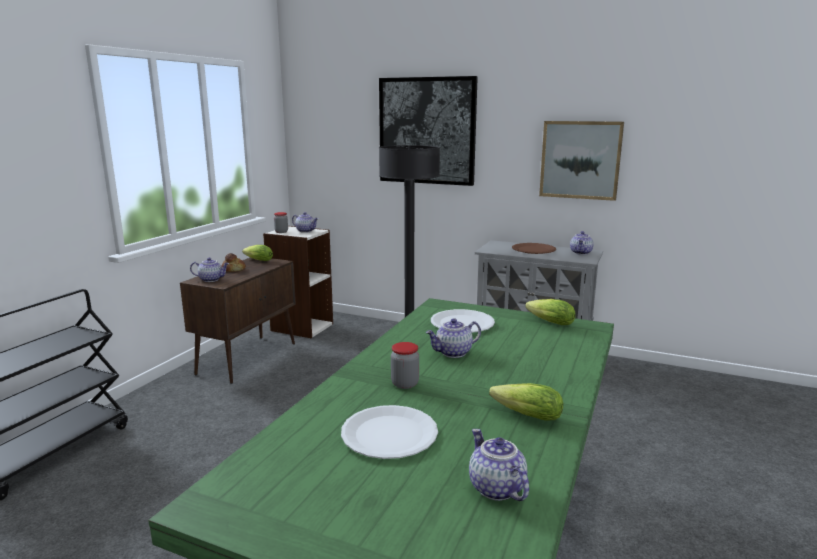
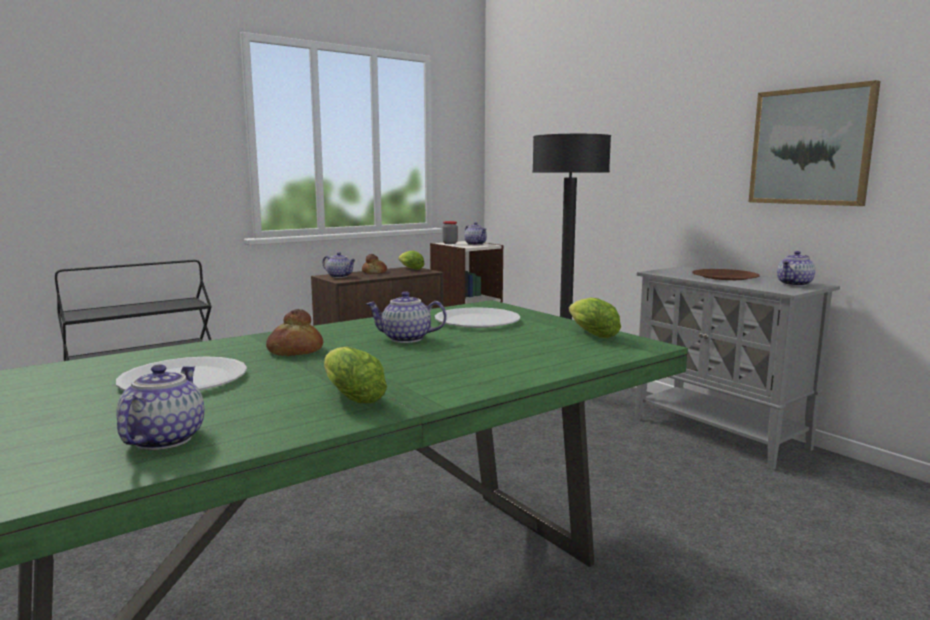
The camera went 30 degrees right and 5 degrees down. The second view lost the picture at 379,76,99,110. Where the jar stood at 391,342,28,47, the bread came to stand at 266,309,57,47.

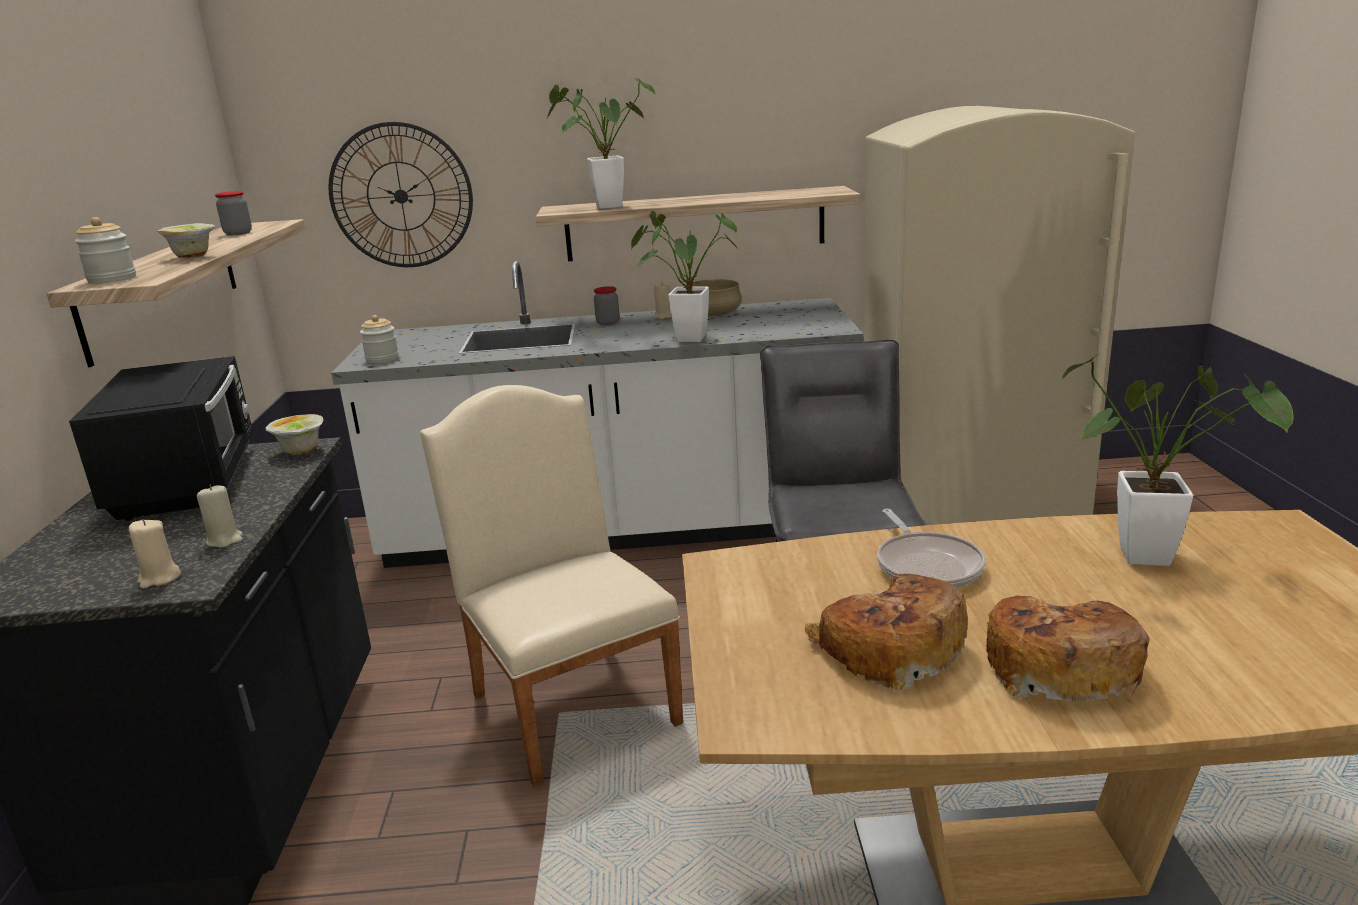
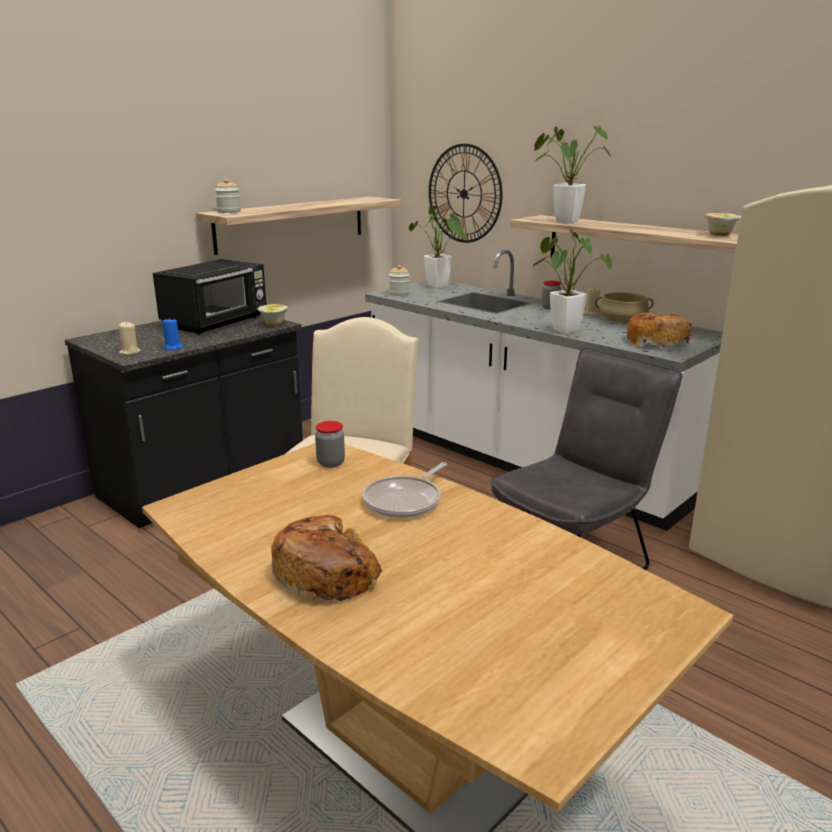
The camera went 45 degrees right and 0 degrees up. The bowl ended up elsewhere, having gone from 157,223,58,35 to 704,213,37,23. The jar ended up elsewhere, having gone from 215,191,37,45 to 315,421,30,47. The bread ended up elsewhere, having gone from 805,574,163,117 to 627,313,65,34. The potted plant ended up elsewhere, having gone from 1063,354,231,212 to 409,206,58,82. What was the candle (beige) at 197,485,46,63 turned into the candle (blue) at 162,317,21,33.

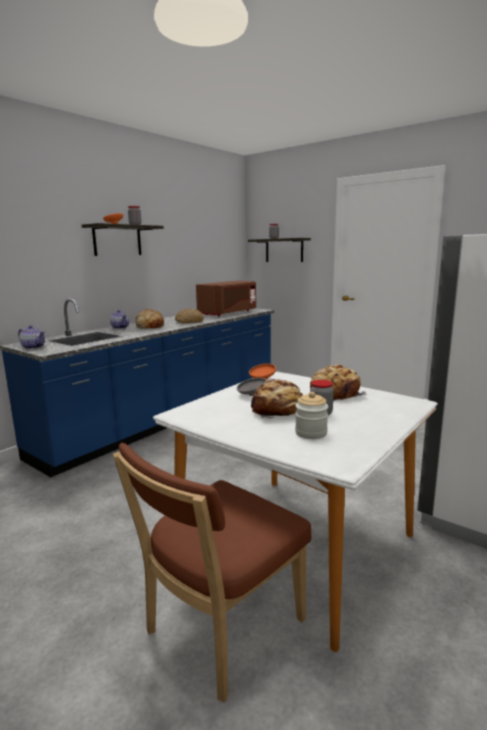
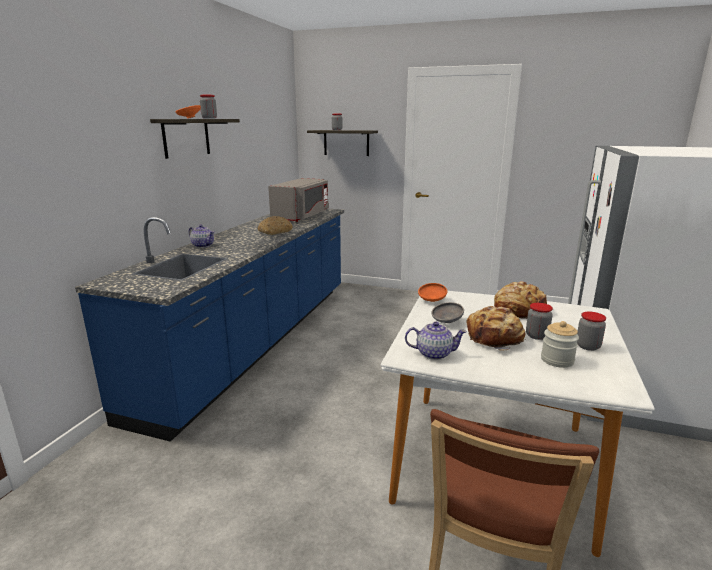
The camera went 20 degrees left and 5 degrees up. The second view lost the bread at 135,309,29,19. The second view gained the jar at 577,312,29,39. The teapot ended up elsewhere, having gone from 18,325,27,24 to 405,321,62,39. What was the microwave (brown) at 196,281,60,35 turned into the microwave (grey) at 268,178,61,44.

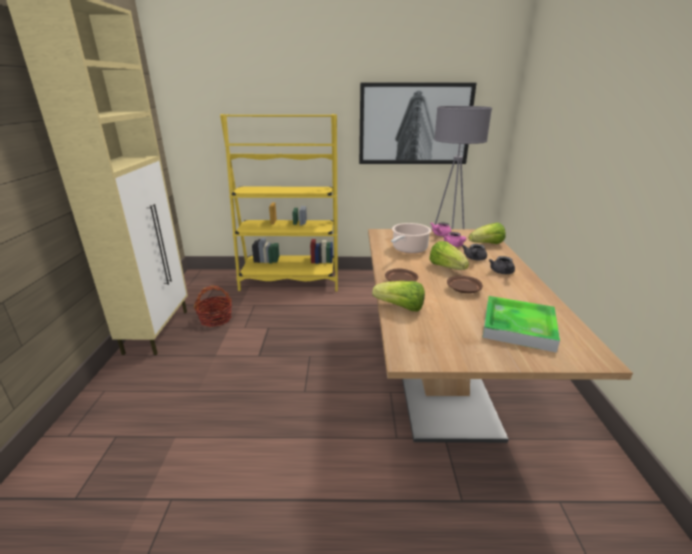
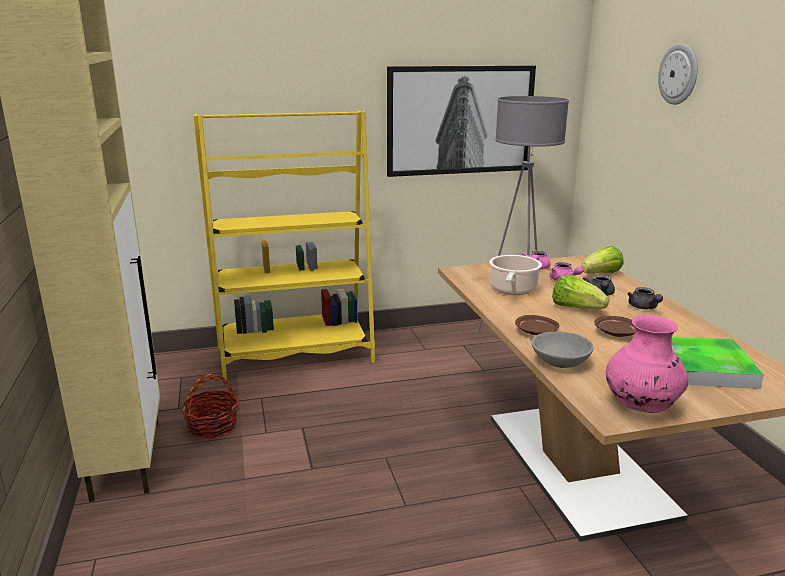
The camera went 15 degrees left and 5 degrees down. The second view gained the vase (pink) at 606,315,82,98. The second view gained the wall clock at 658,43,39,62. Where the lettuce stood at 372,281,53,31, the bowl (grey) came to stand at 532,331,61,37.

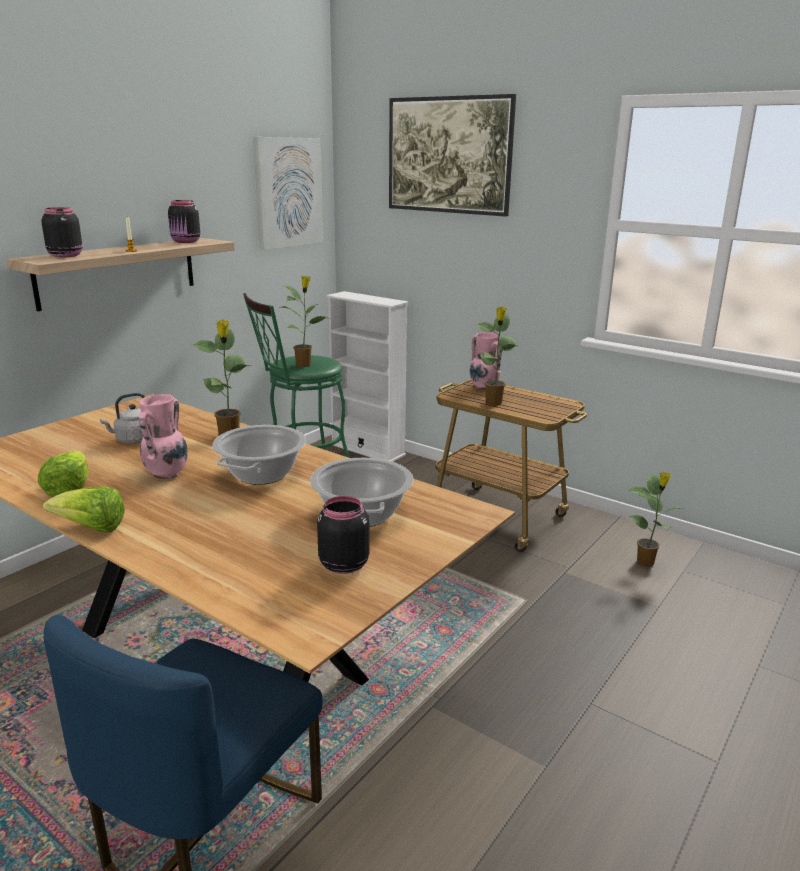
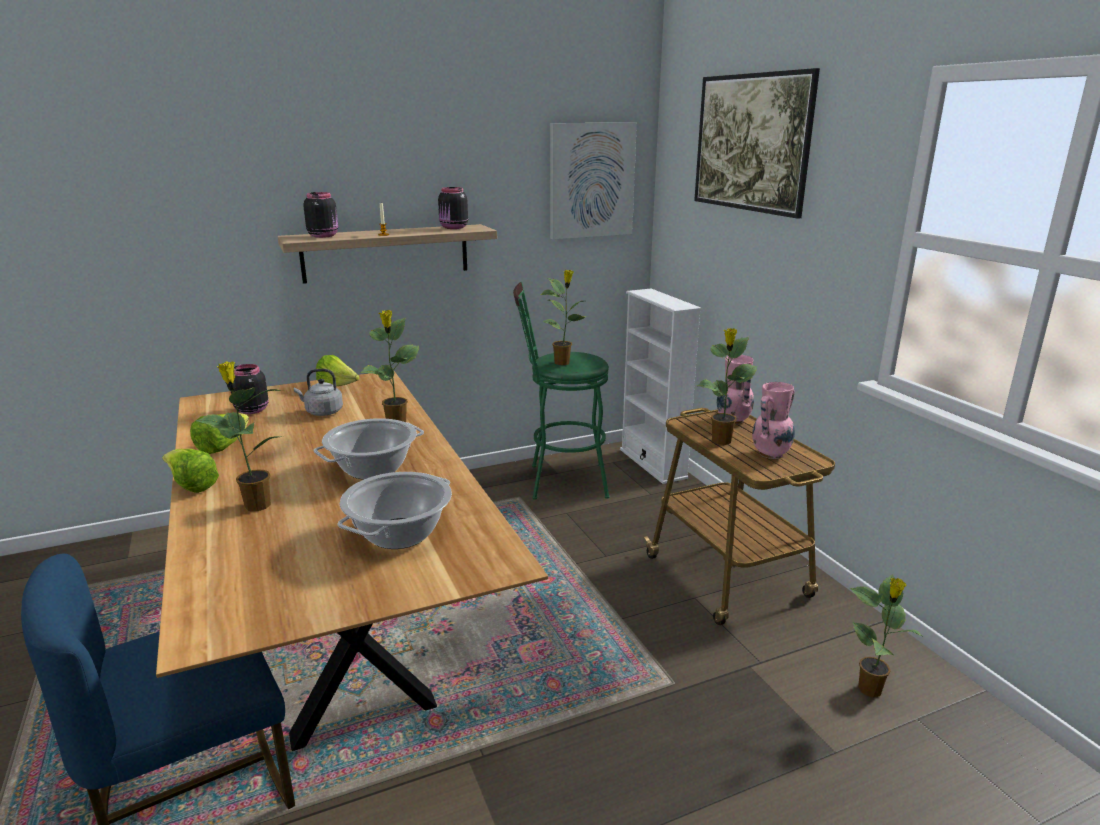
The camera went 30 degrees right and 0 degrees up. The second view gained the potted plant at 196,361,88,150. The second view gained the lettuce at 316,355,44,31. The vase (pink) ended up elsewhere, having gone from 138,394,50,86 to 752,382,43,77. The jar (black) ended up elsewhere, having gone from 317,496,53,78 to 231,364,38,50.

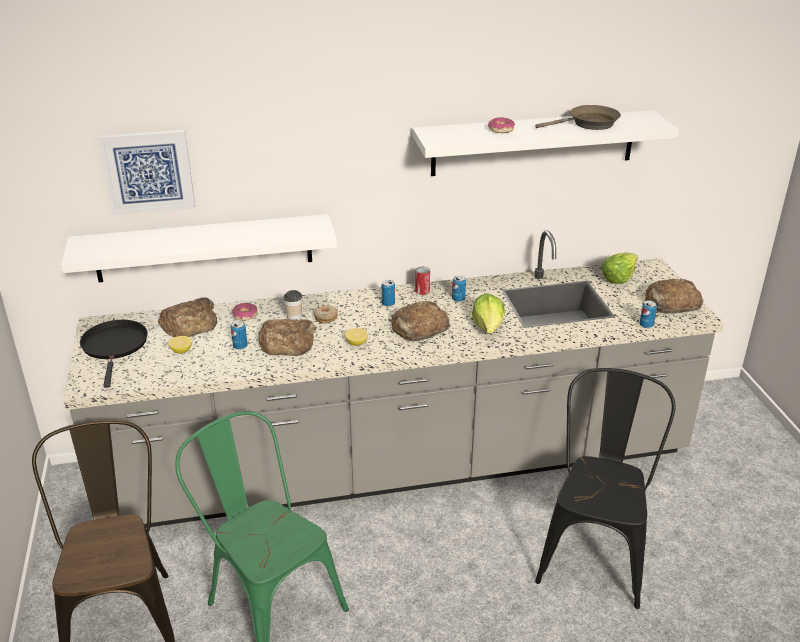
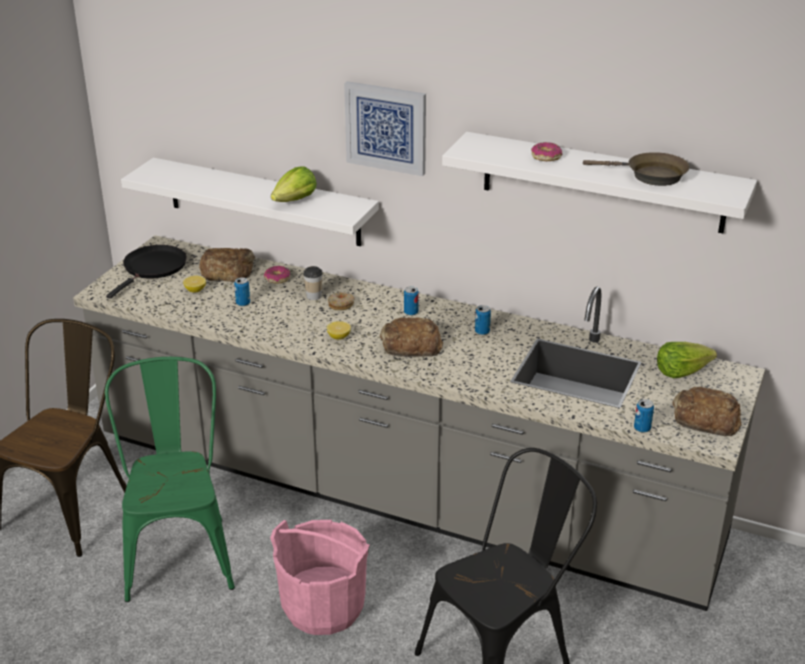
The camera went 35 degrees right and 0 degrees up. The second view lost the bread at 258,319,58,37. The second view lost the can at 415,267,15,28. The second view gained the bucket (pink) at 270,520,100,115. The picture ended up elsewhere, having gone from 98,130,97,85 to 344,81,82,95. The lettuce ended up elsewhere, having gone from 472,293,33,40 to 271,166,46,36.

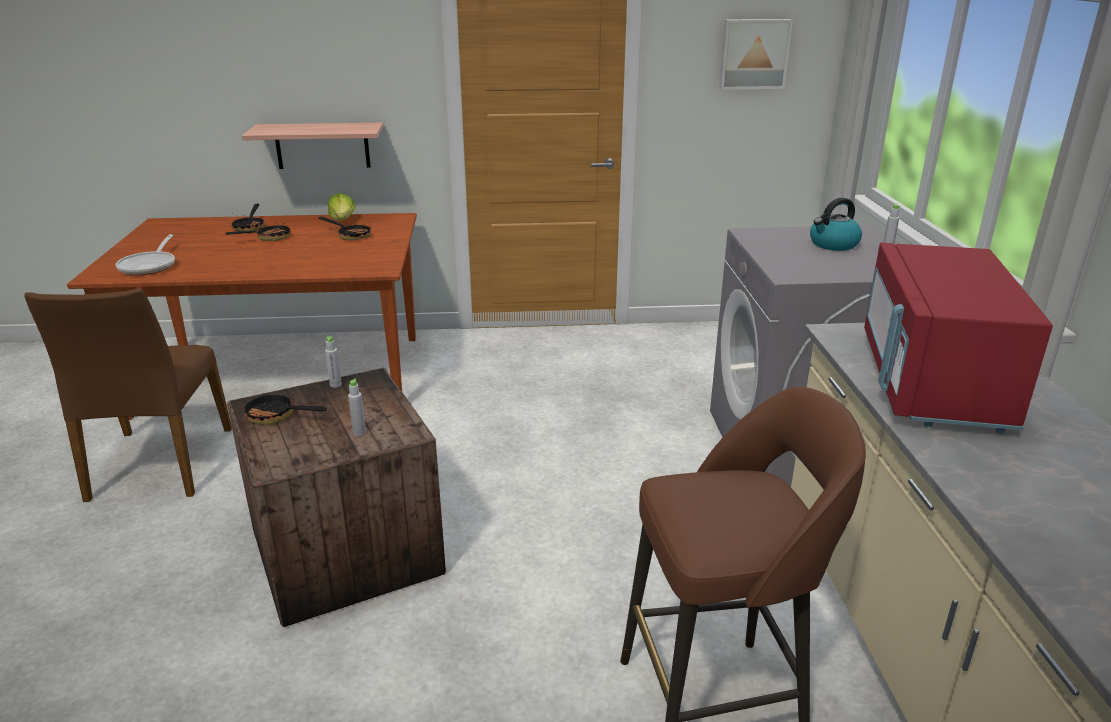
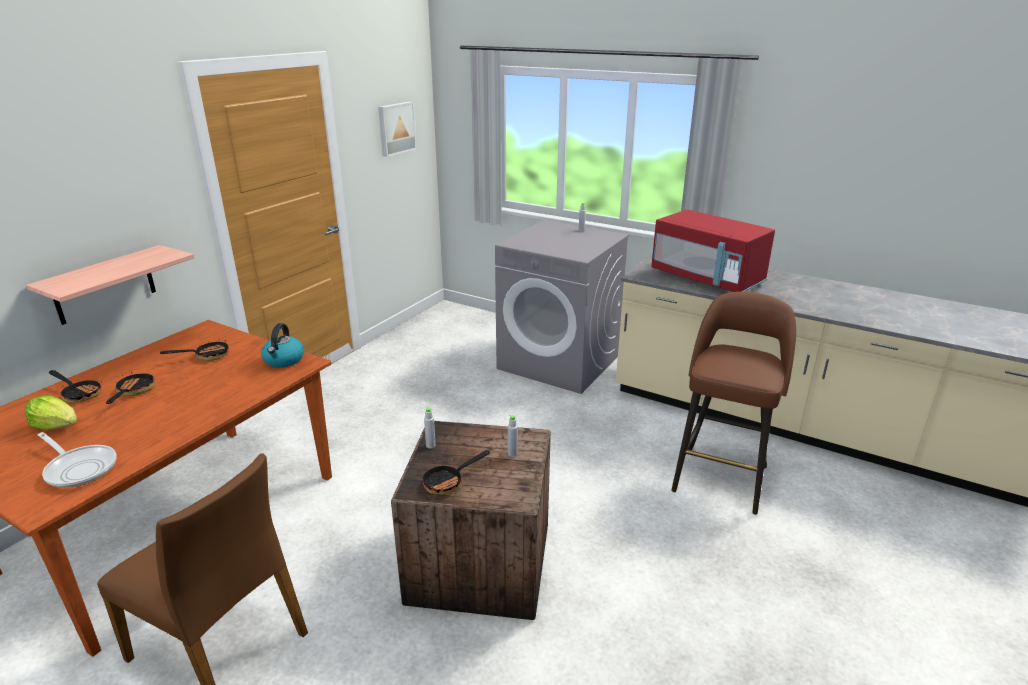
The camera went 55 degrees left and 0 degrees up. The lettuce ended up elsewhere, having gone from 328,193,28,28 to 25,395,52,35. The kettle ended up elsewhere, having gone from 810,198,52,53 to 261,323,43,45.

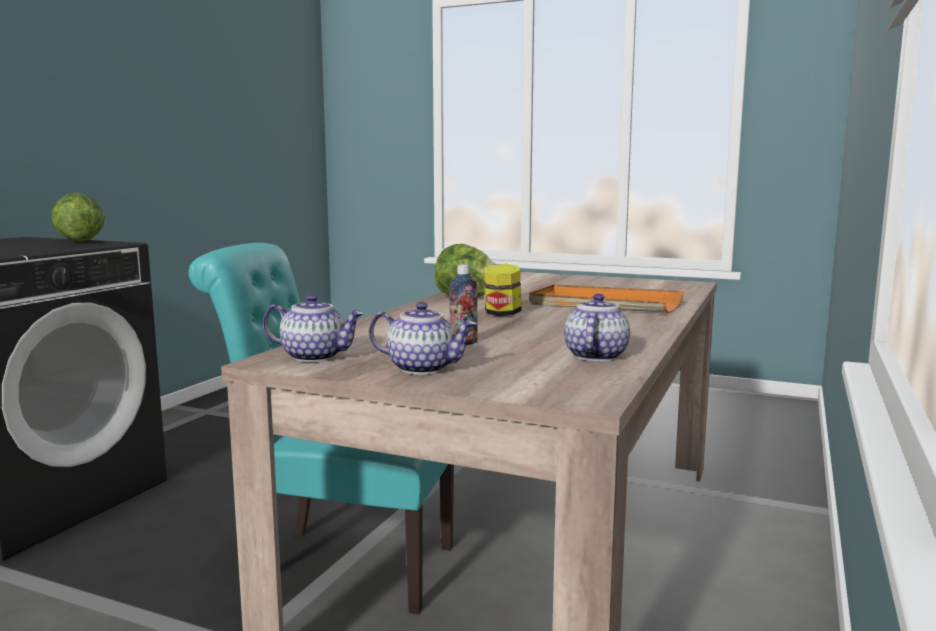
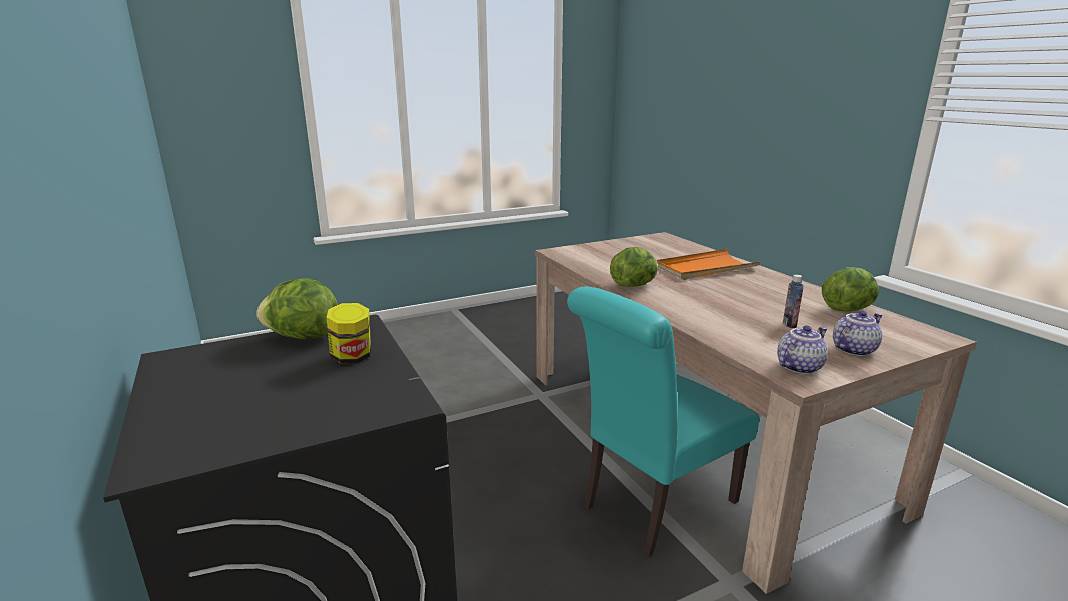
The camera went 50 degrees left and 10 degrees up. The jar ended up elsewhere, having gone from 483,264,38,52 to 327,303,44,61. Where the teapot stood at 564,294,66,67, the lettuce came to stand at 822,267,57,45.

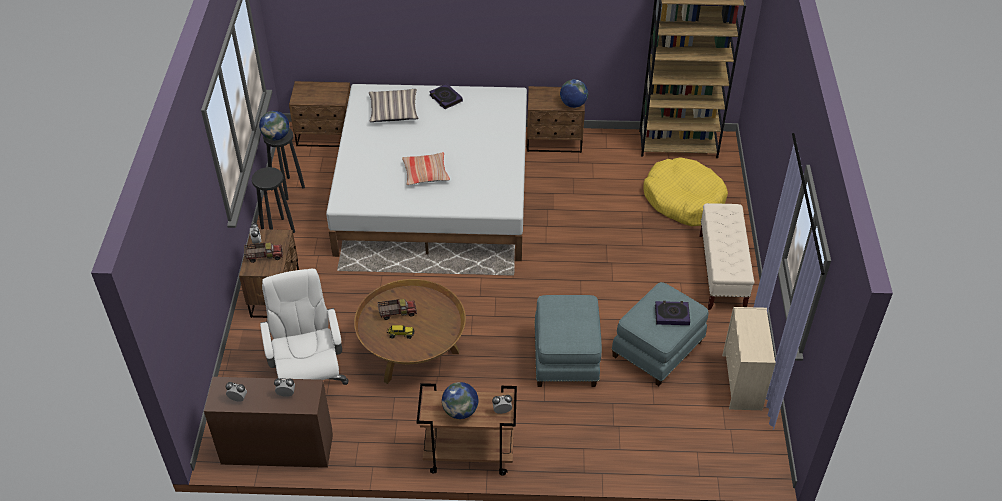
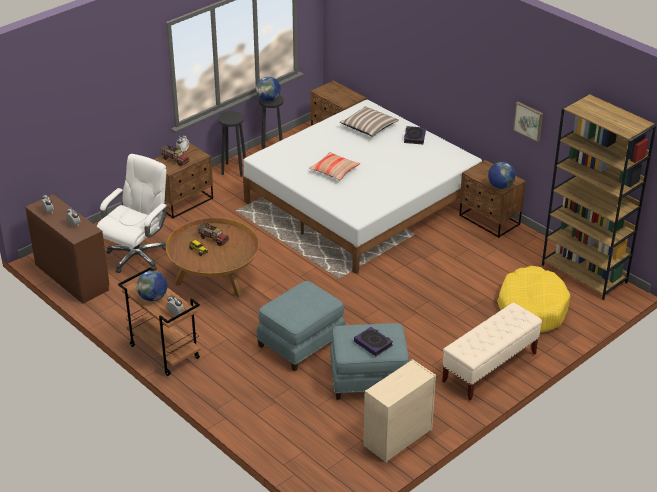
The camera went 45 degrees right and 10 degrees down. The second view gained the picture at 513,102,30,40.

